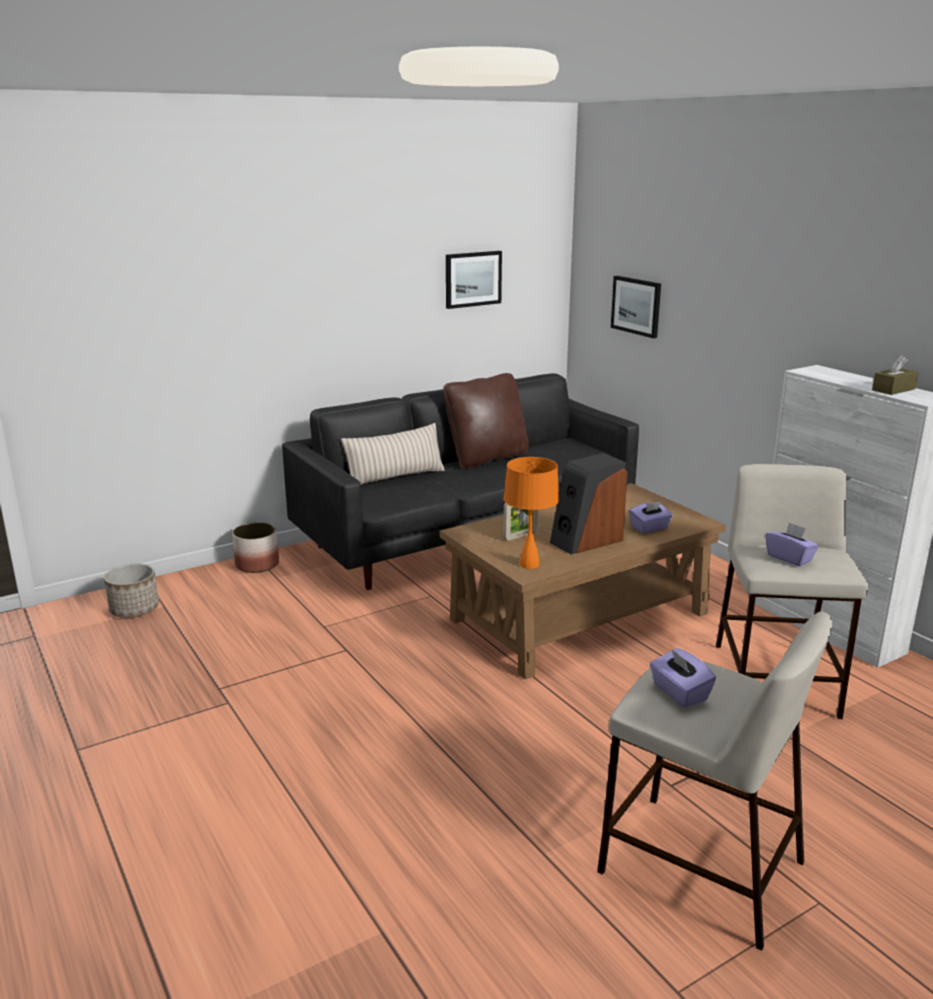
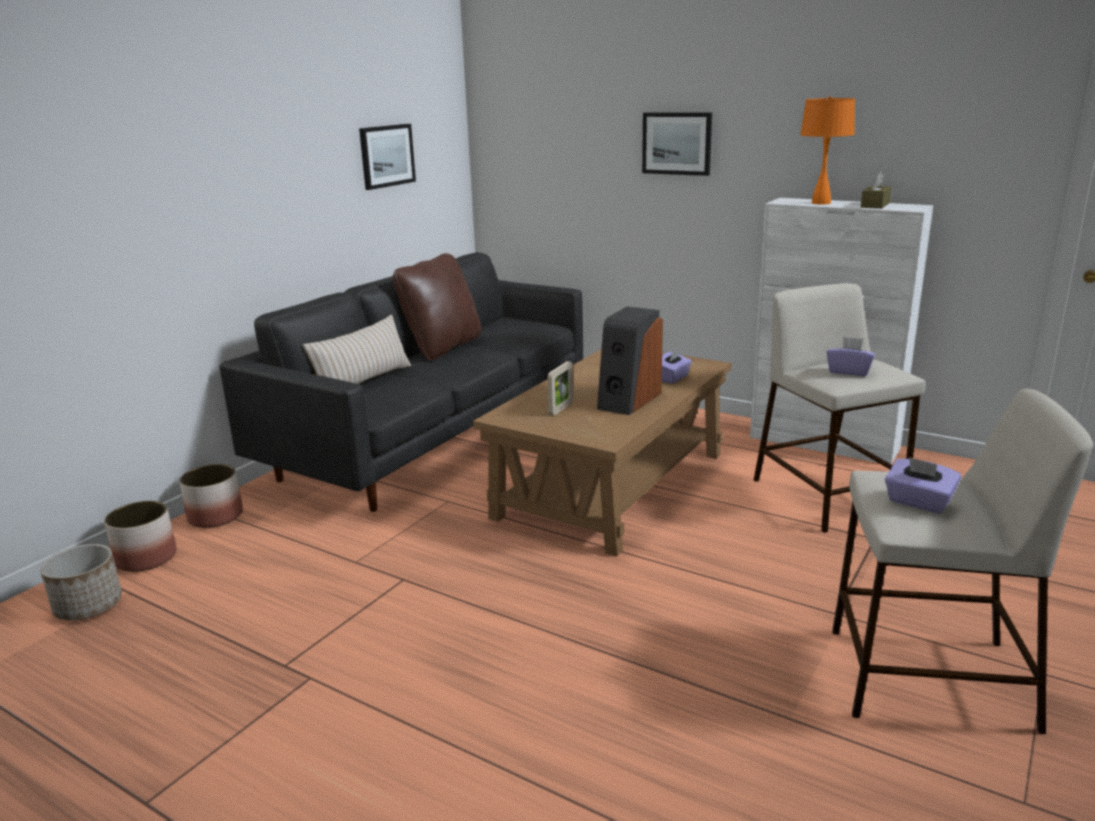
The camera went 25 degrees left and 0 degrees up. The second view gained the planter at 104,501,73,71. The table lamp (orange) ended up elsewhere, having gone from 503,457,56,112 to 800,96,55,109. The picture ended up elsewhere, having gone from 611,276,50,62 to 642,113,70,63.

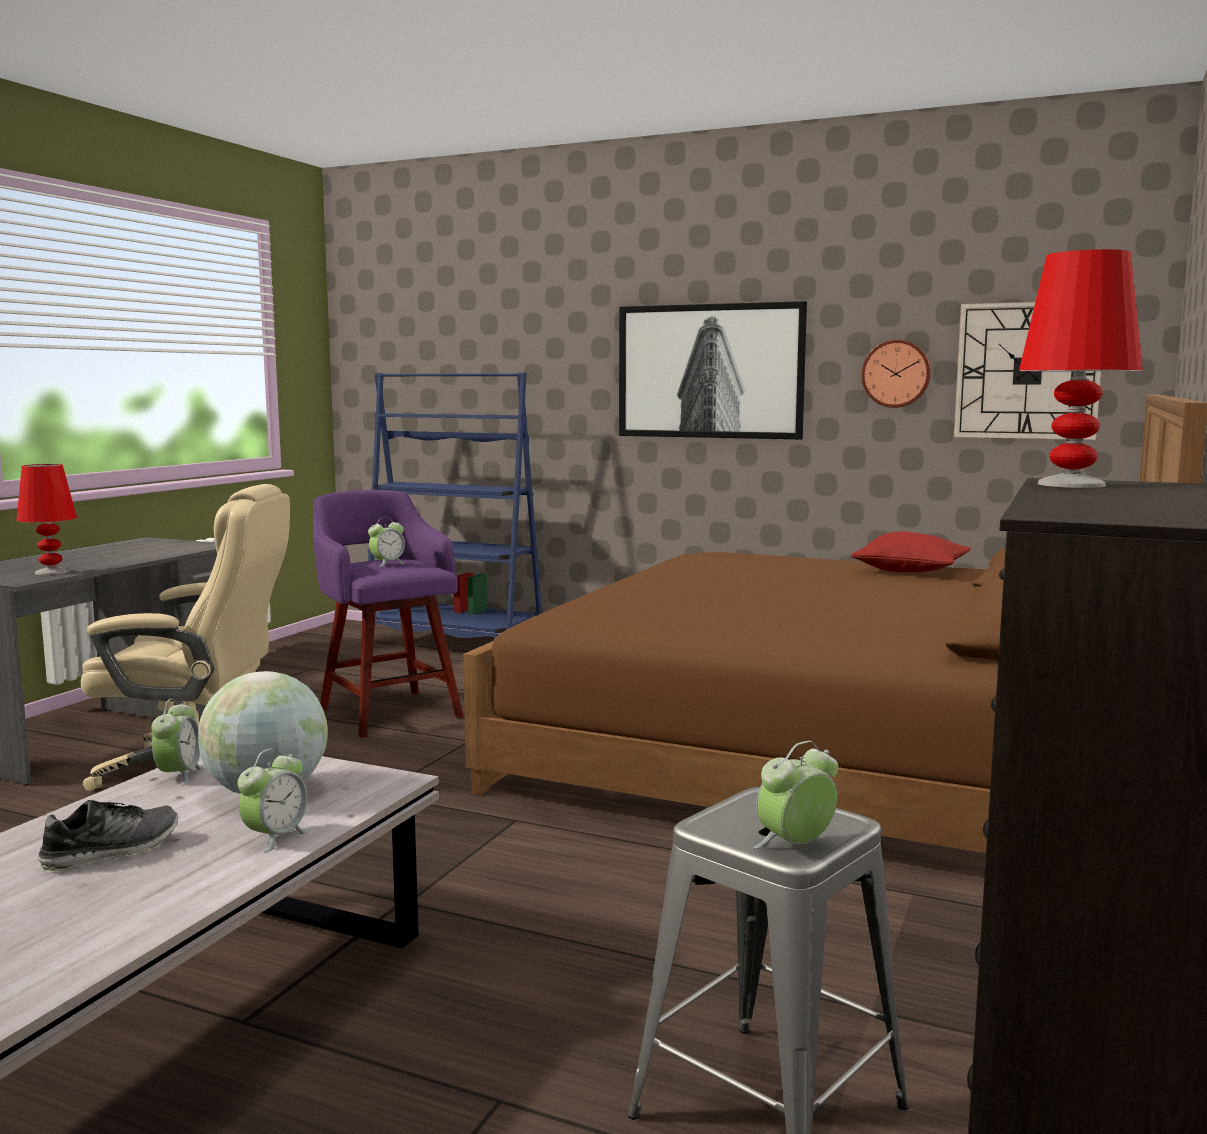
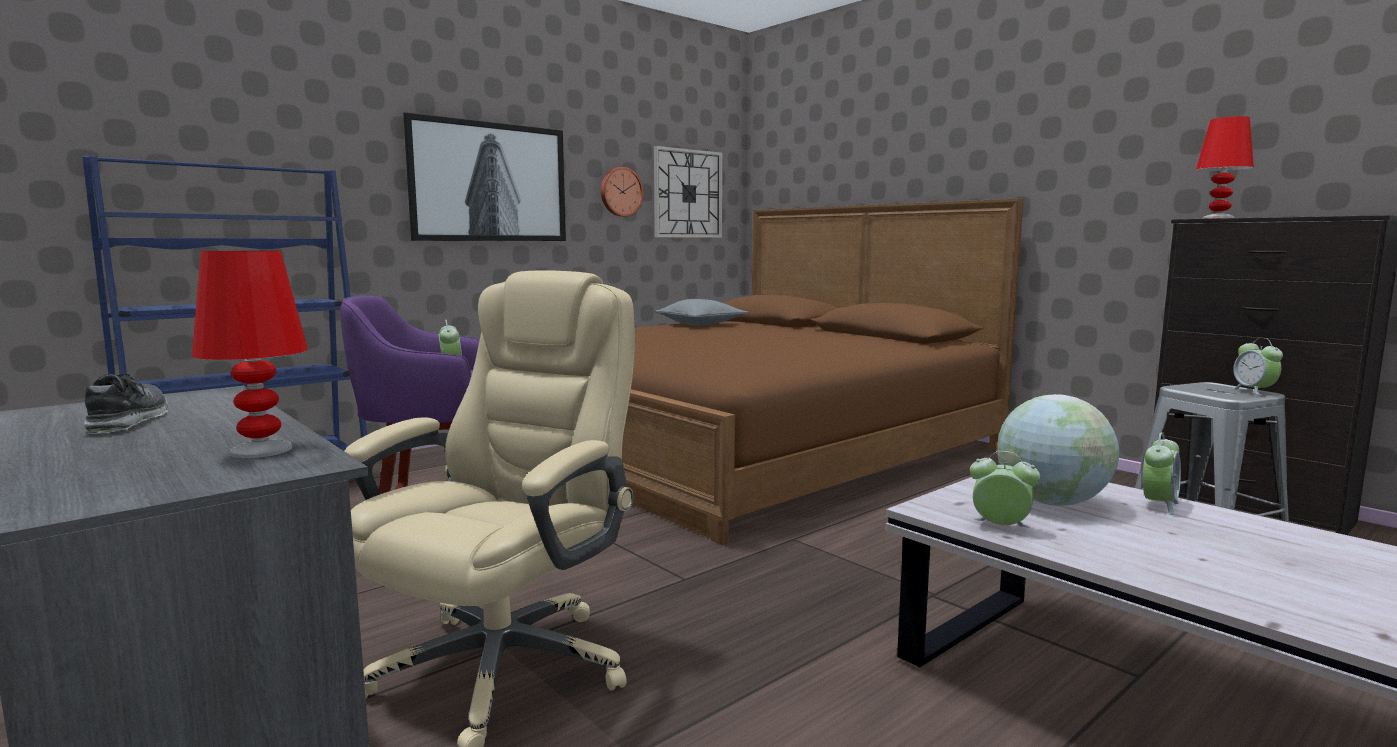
The camera went 65 degrees left and 0 degrees up. The shoe ended up elsewhere, having gone from 38,800,140,72 to 83,374,85,60. What was the pillow (red) at 851,532,120,40 turned into the pillow (grey) at 655,299,93,27. The alarm clock at 238,748,72,105 ended up facing another way, 75 degrees clockwise from before.

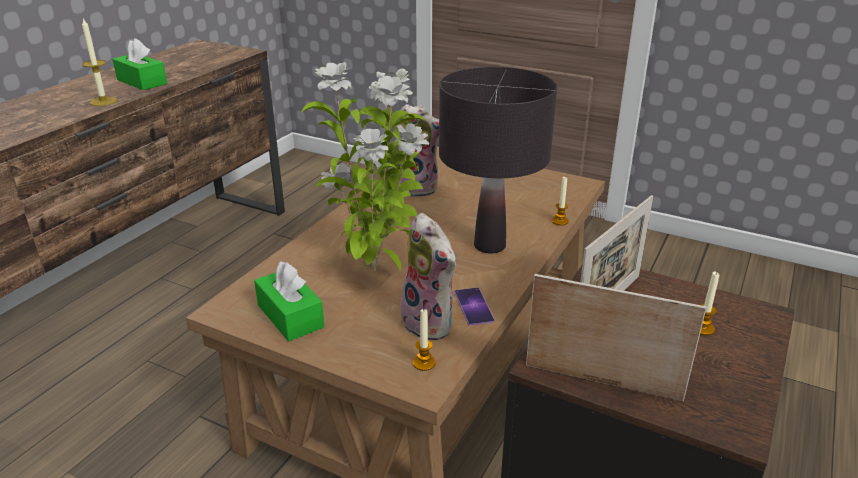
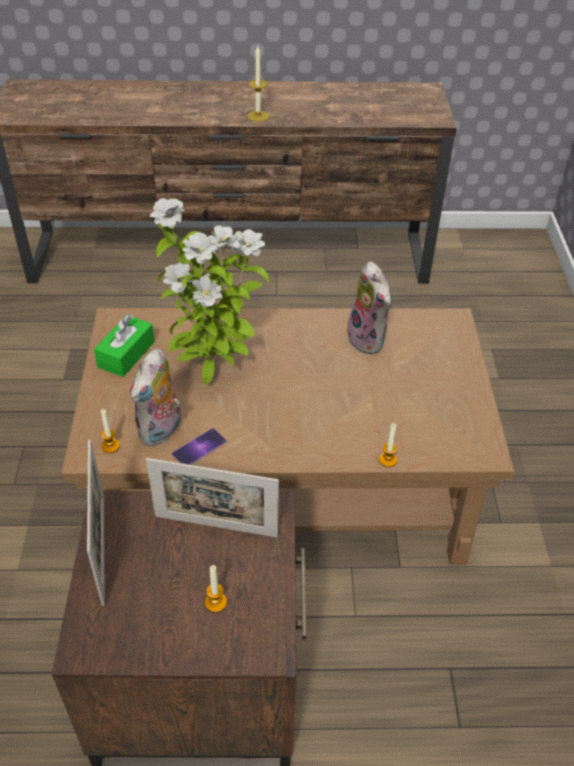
The camera went 60 degrees right and 15 degrees up. The second view lost the tissue box (green) at 112,38,55,52. The second view lost the table lamp (black) at 439,67,118,187.

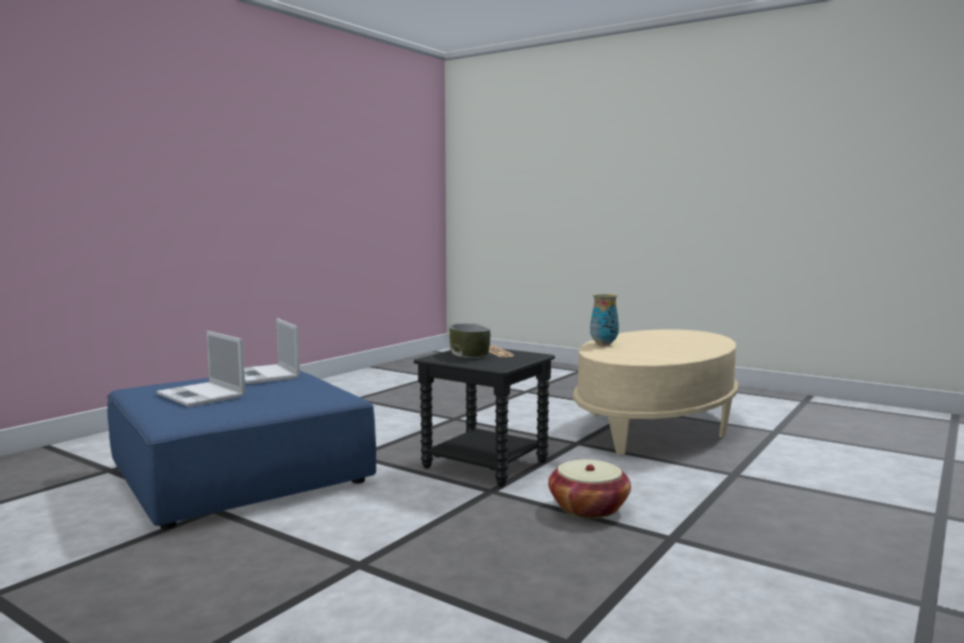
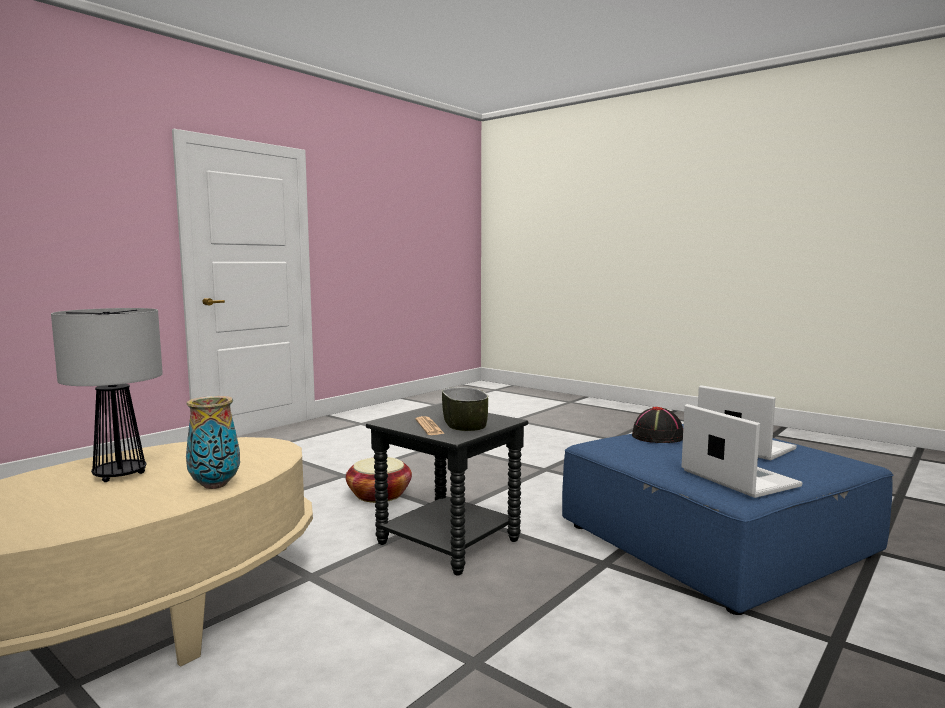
The camera went 175 degrees left and 0 degrees up. The second view gained the table lamp at 51,308,112,174. The second view gained the hat (black) at 632,406,51,37.

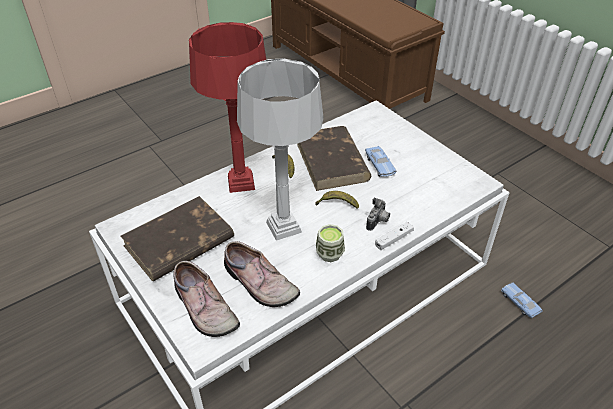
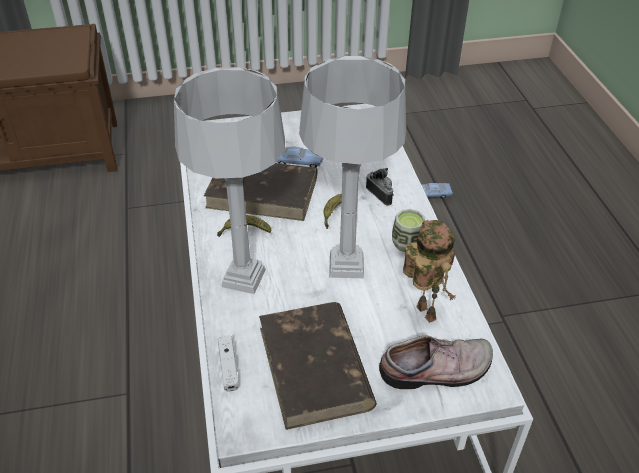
The camera went 65 degrees left and 0 degrees up. The game controller (white) ended up elsewhere, having gone from 375,222,39,28 to 218,336,21,56. Where the shoe stood at 224,241,76,66, the toy robot came to stand at 403,220,53,103. What was the table lamp (red) at 189,22,77,171 turned into the table lamp (grey) at 174,67,111,227.

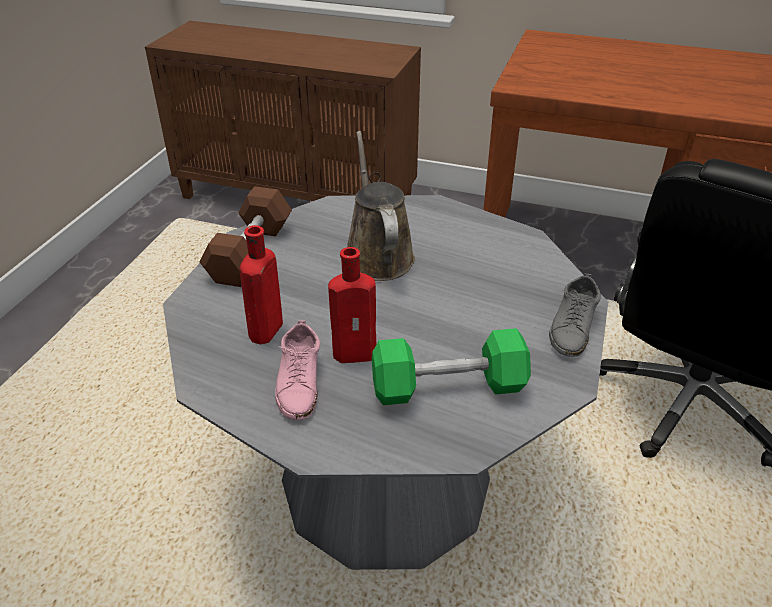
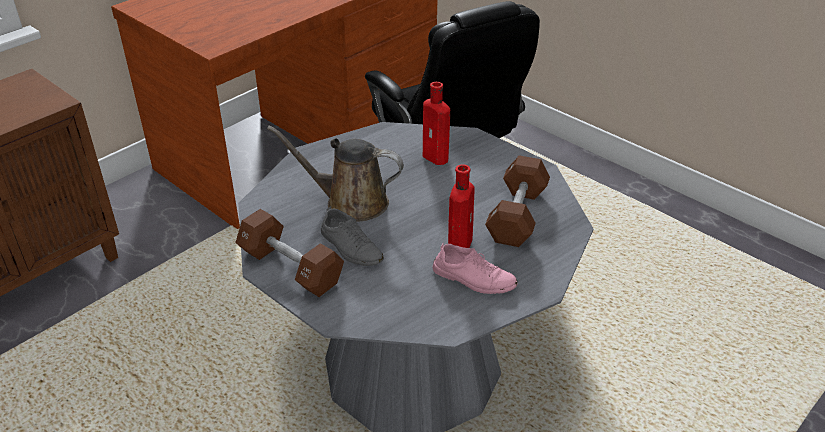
The camera went 65 degrees left and 0 degrees up. The bottle (red) ended up elsewhere, having gone from 239,225,44,119 to 423,82,27,83. The shoe (grey) ended up elsewhere, having gone from 549,273,52,84 to 321,207,63,59. What was the dumbbell (green) at 372,328,159,77 turned into the dumbbell (brown) at 485,155,65,92.

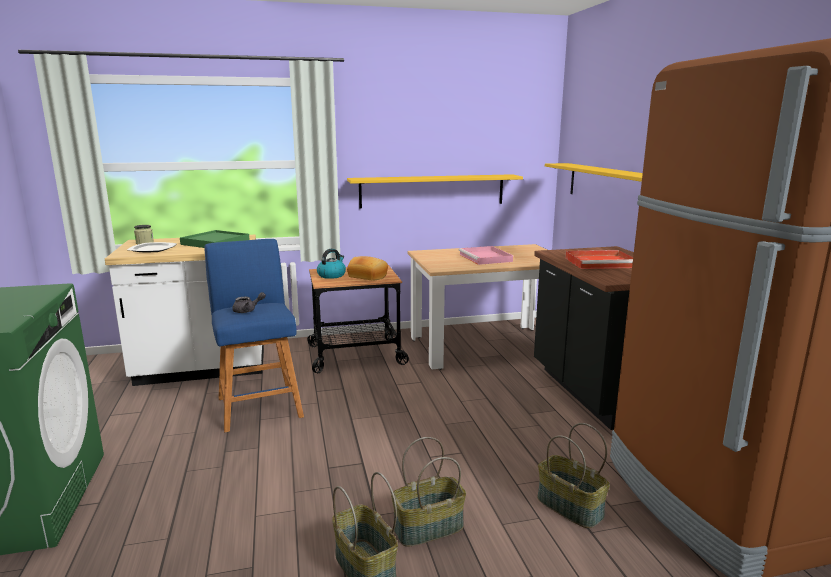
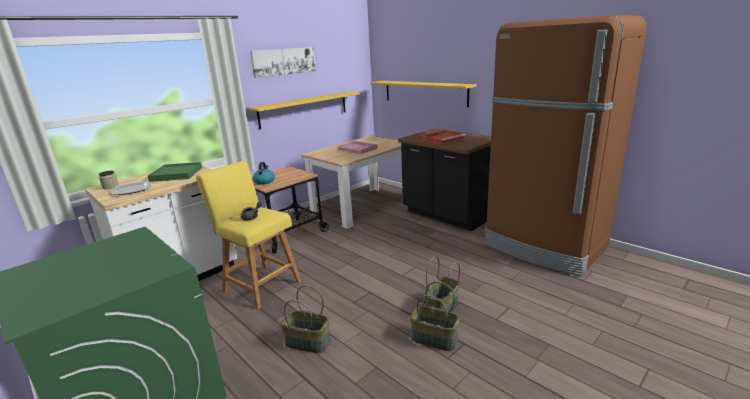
The camera went 30 degrees left and 5 degrees up. The second view lost the bread at 347,256,41,25. The second view gained the picture at 250,47,66,31. The basket ended up elsewhere, having gone from 537,423,73,105 to 281,285,50,68. What was the stool (blue) at 204,239,100,193 turned into the stool (yellow) at 196,161,105,148.

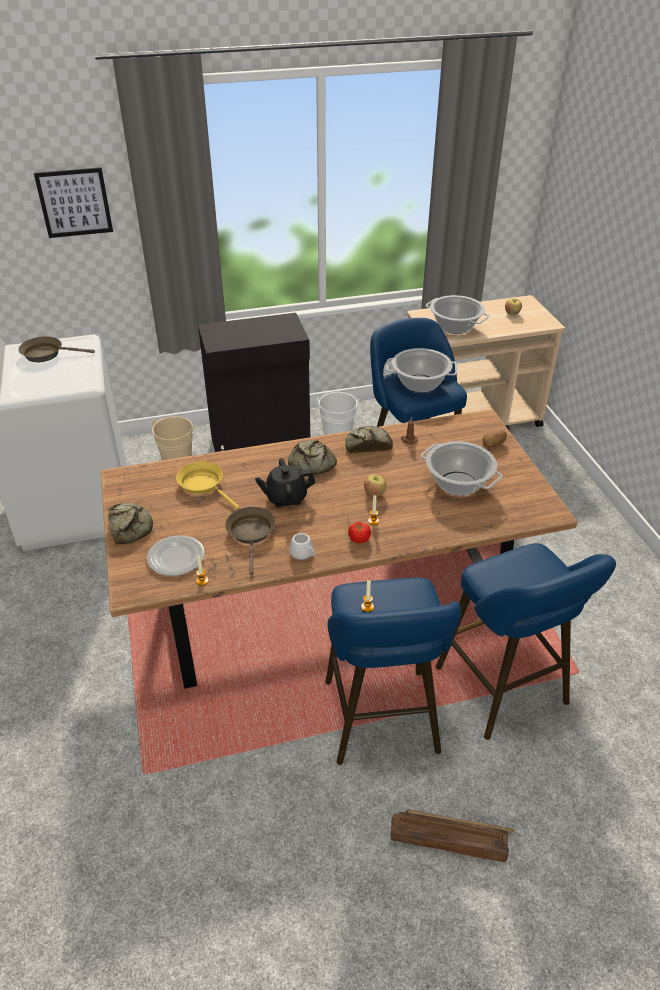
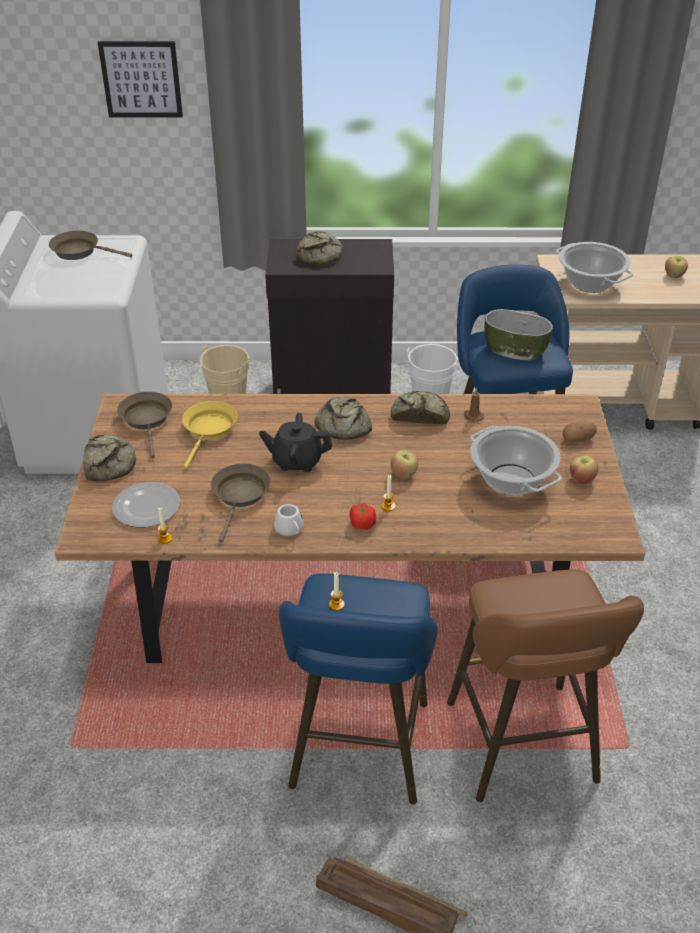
The camera went 15 degrees right and 0 degrees up. The second view gained the frying pan (brown) at 117,392,55,67. The second view gained the bread at 295,232,48,34. The second view gained the apple at 570,456,28,28. Where the cooking pot stood at 386,348,71,44, the bowl came to stand at 484,309,69,51. What was the stool (blue) at 436,543,180,197 turned into the stool (brown) at 447,569,197,233. The frying pan (yellow) at 176,462,64,47 ended up facing another way, 45 degrees clockwise from before.

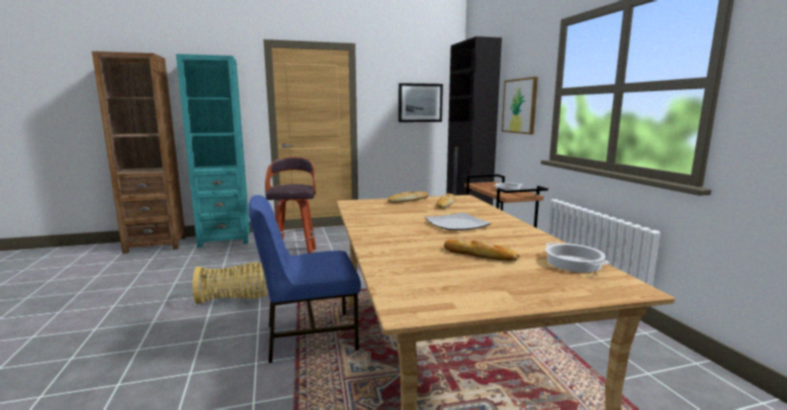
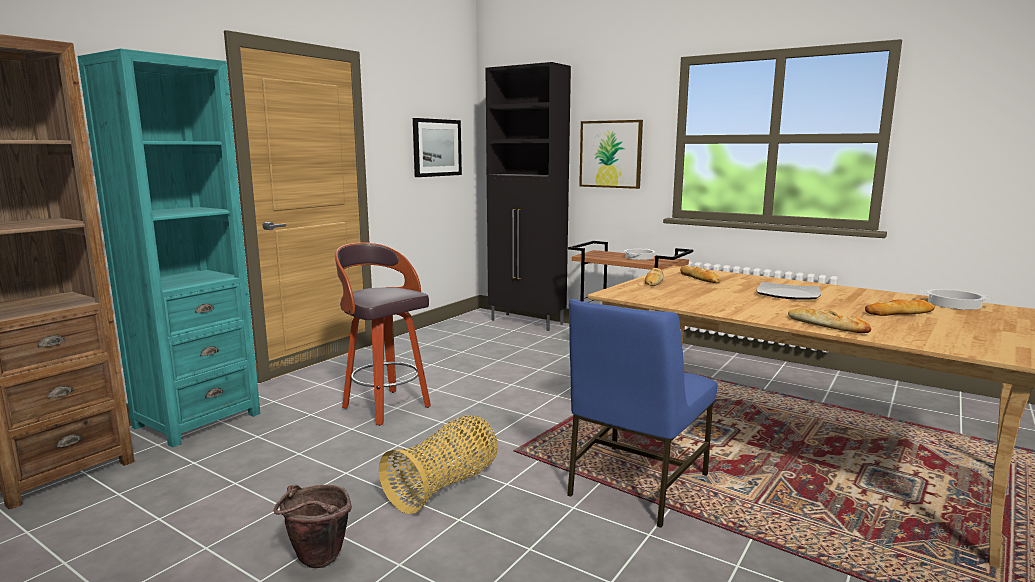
The camera went 40 degrees left and 0 degrees up. The second view gained the bucket (brown) at 274,485,78,83. The second view gained the bread at 788,308,83,25.

